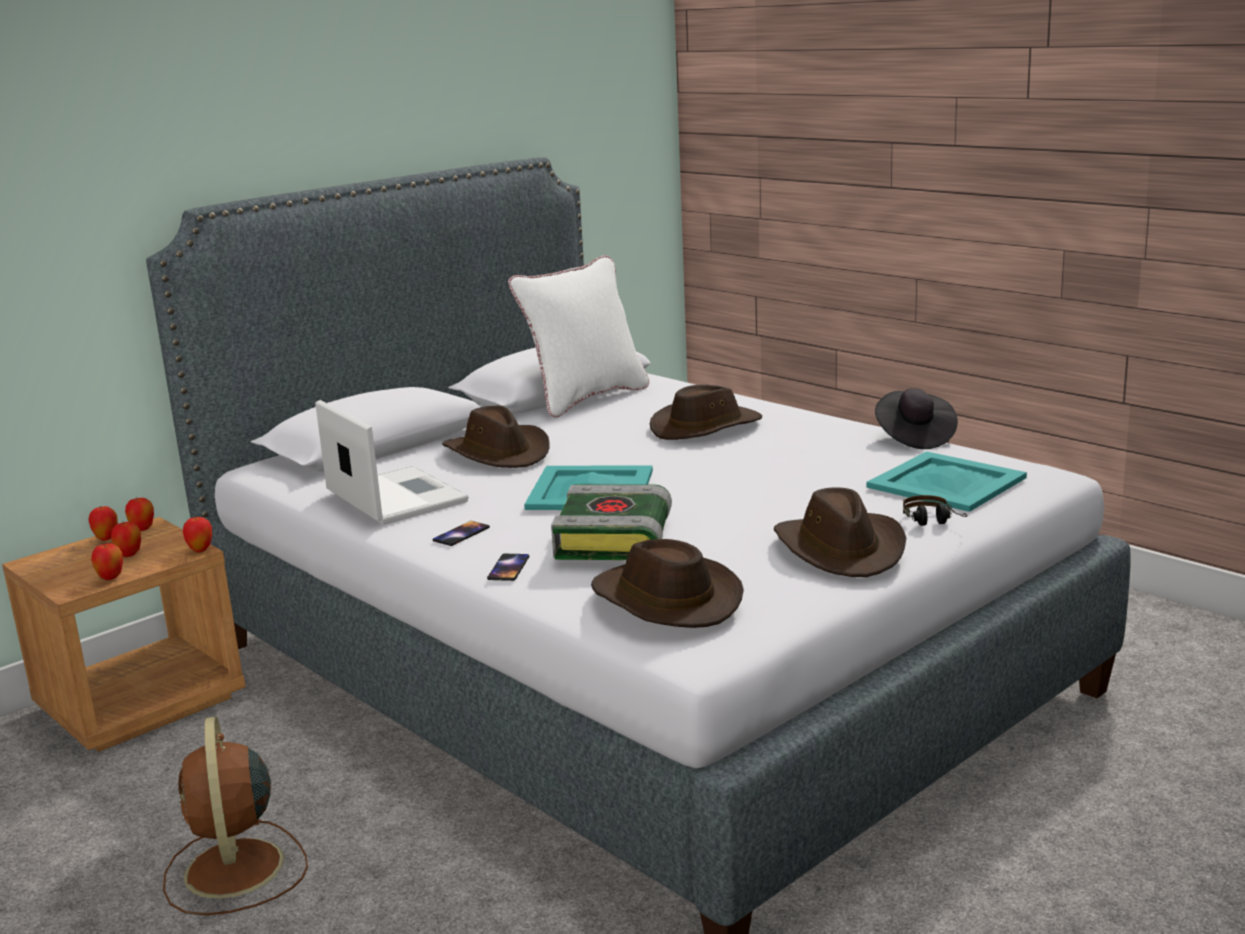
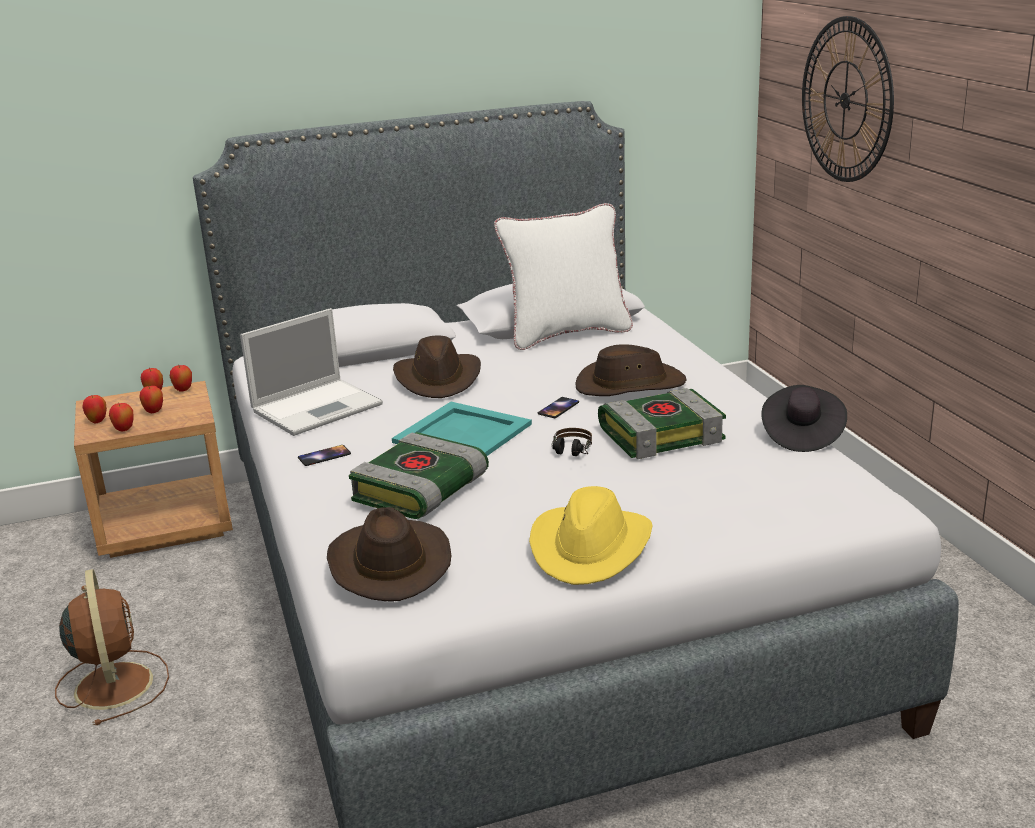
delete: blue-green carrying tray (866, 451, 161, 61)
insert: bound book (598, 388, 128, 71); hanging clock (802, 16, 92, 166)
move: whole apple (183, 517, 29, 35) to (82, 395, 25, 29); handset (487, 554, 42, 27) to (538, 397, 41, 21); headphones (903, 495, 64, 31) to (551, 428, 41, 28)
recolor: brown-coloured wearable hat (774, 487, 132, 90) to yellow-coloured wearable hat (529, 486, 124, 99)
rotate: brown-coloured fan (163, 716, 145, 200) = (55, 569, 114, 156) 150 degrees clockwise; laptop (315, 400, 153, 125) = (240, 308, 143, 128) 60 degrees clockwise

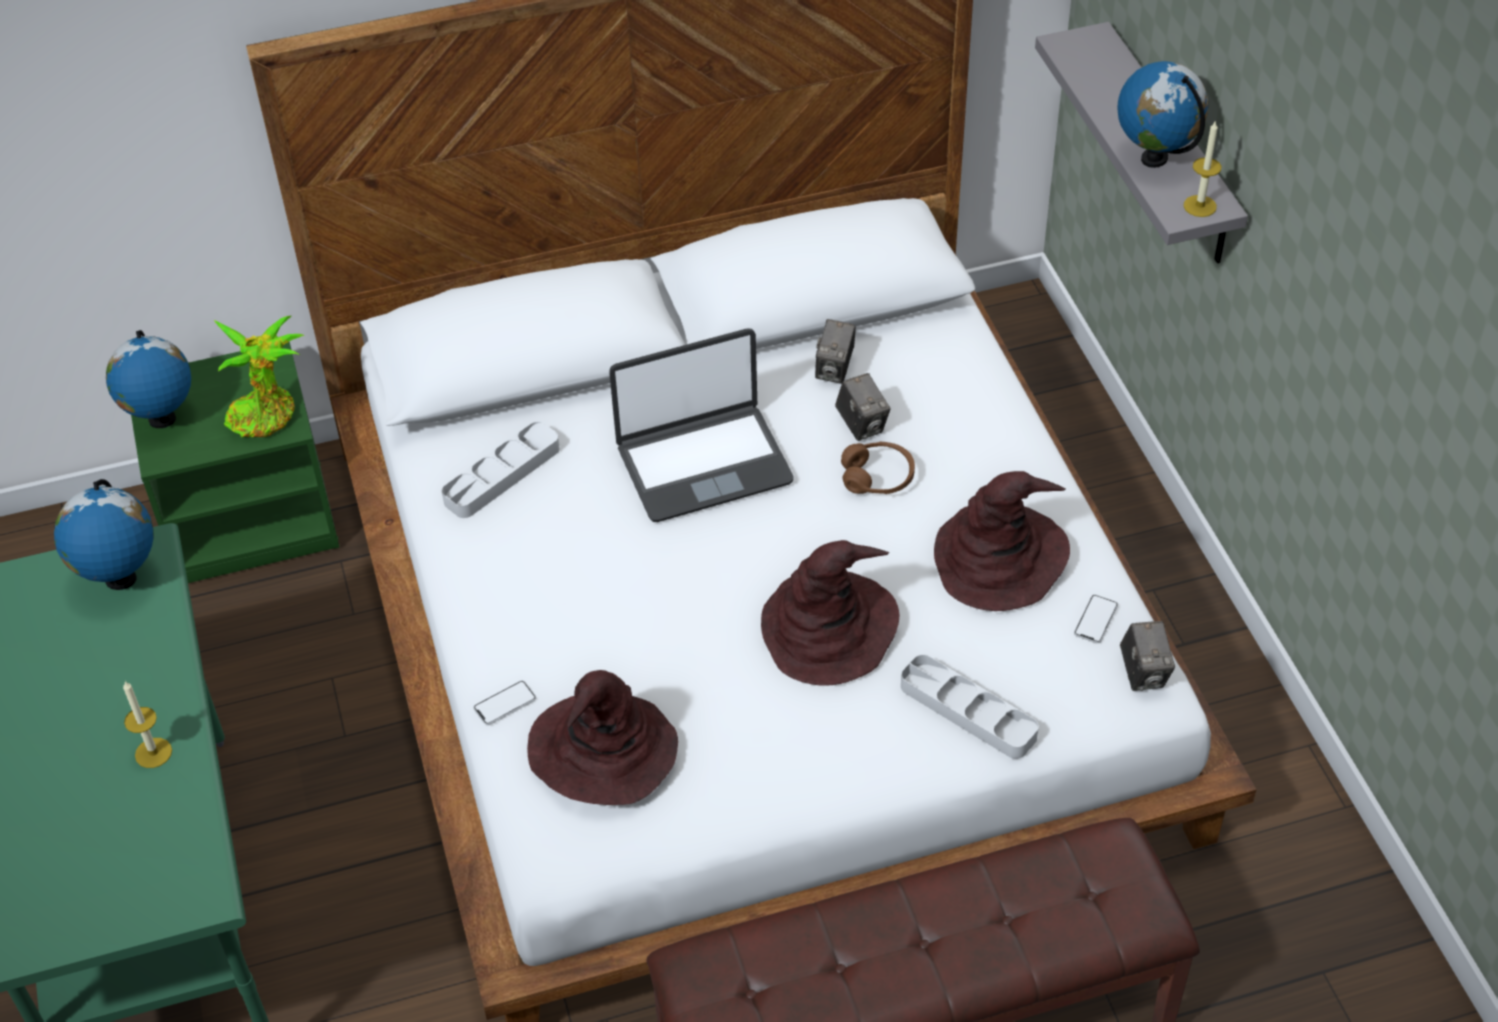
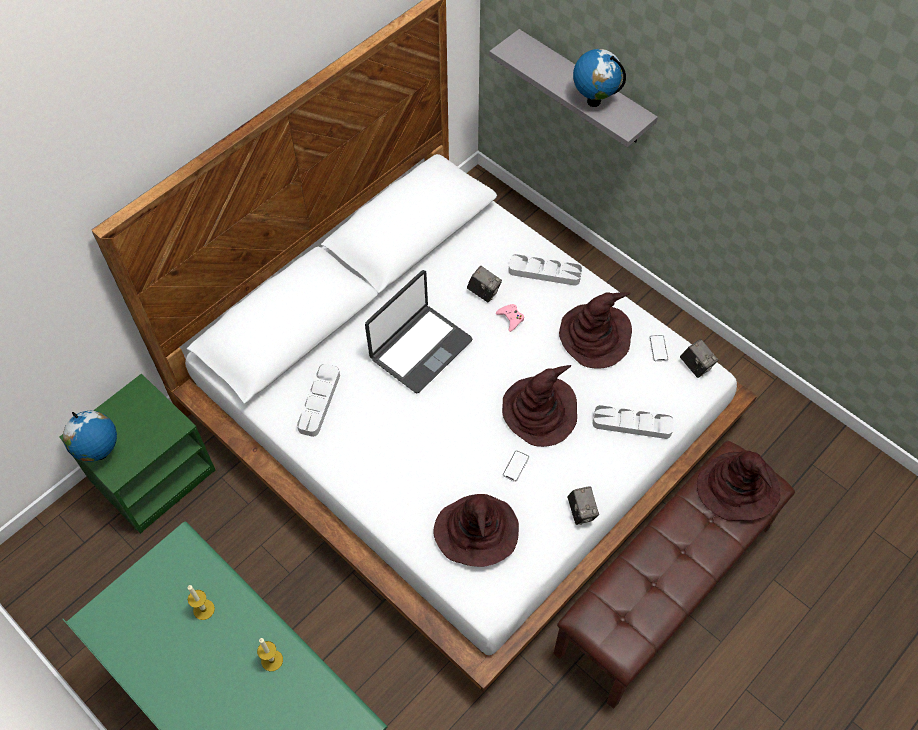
delete: world globe (54, 479, 100, 111); potted plant (214, 316, 90, 121)
insert: gray carrying tray (509, 254, 73, 32); brown-coloured wearable hat (697, 451, 83, 70)
move: candle (1184, 120, 38, 97) to (188, 585, 27, 35); handset (473, 681, 63, 44) to (503, 450, 26, 32); photo camera (815, 319, 41, 65) to (567, 486, 32, 39)
replace: brown-coloured headphones (841, 441, 74, 53) to pink gamepad (496, 304, 28, 28)

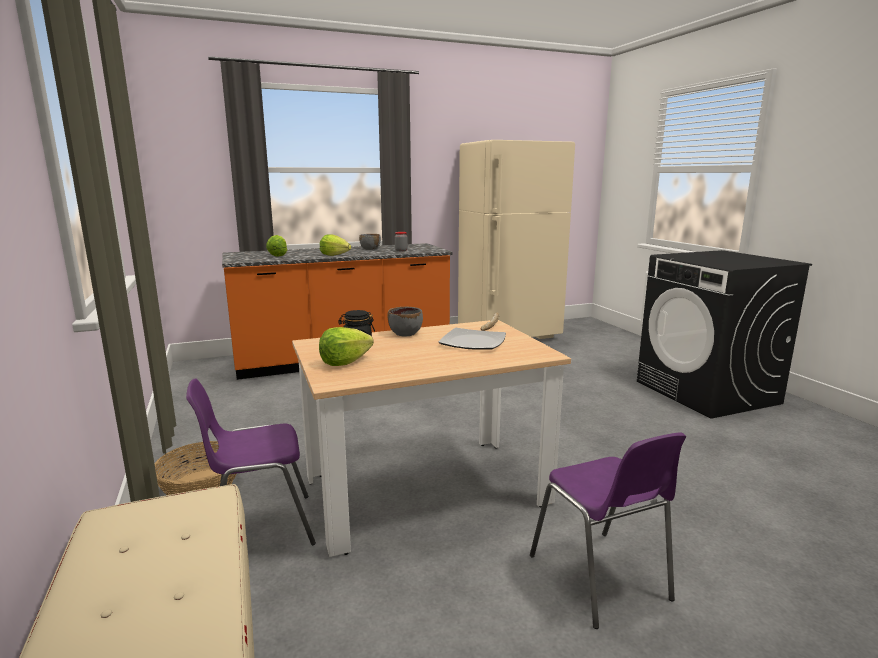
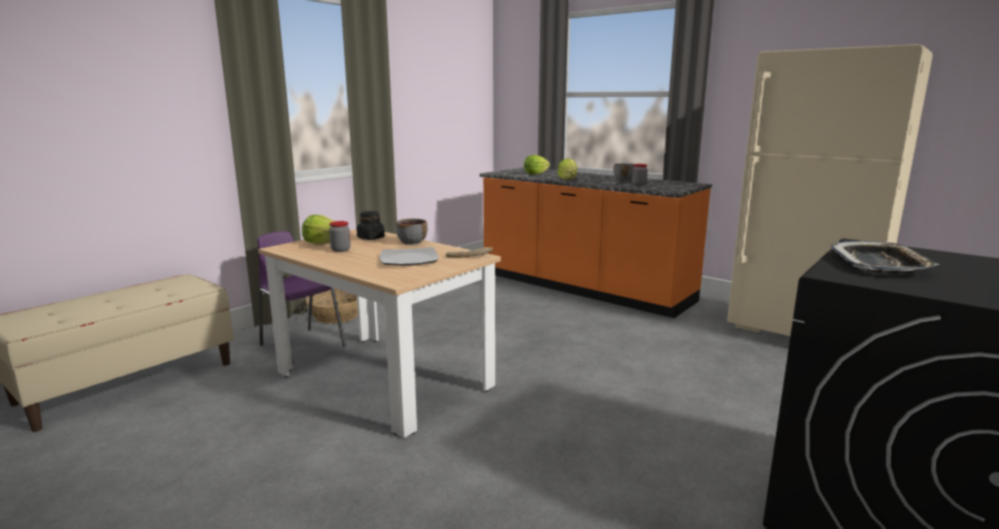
delete: purple-coloured plain chair (530, 432, 156, 197)
insert: jar (329, 221, 22, 31); carrying tray (830, 241, 110, 32)

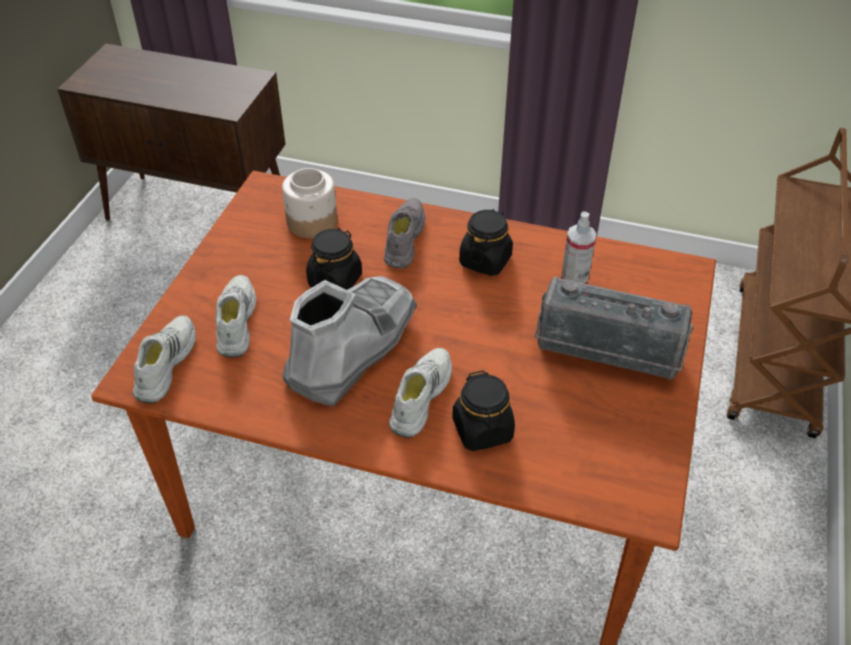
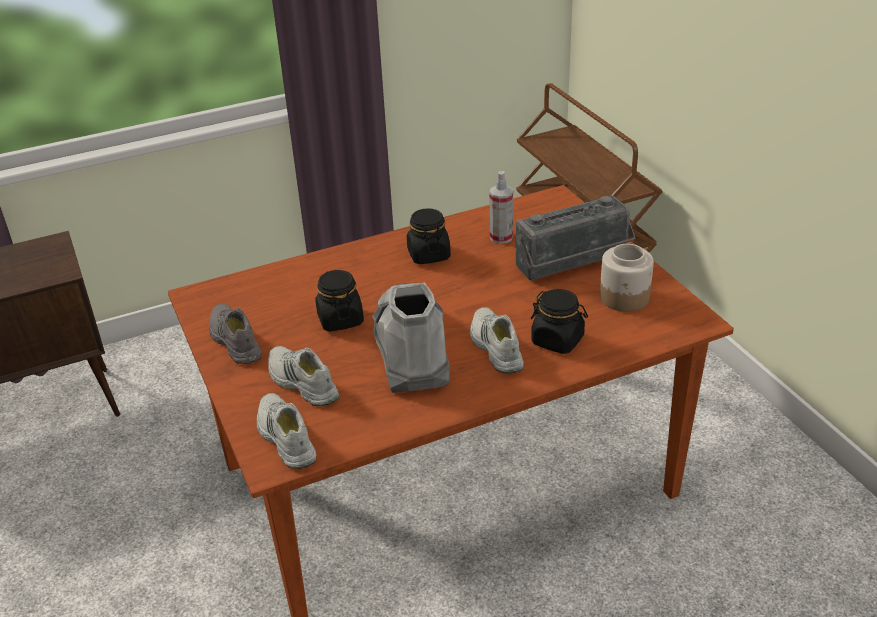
move: gray low shoe (384, 198, 41, 70) to (209, 304, 53, 60); jar (282, 168, 55, 70) to (600, 244, 54, 68)

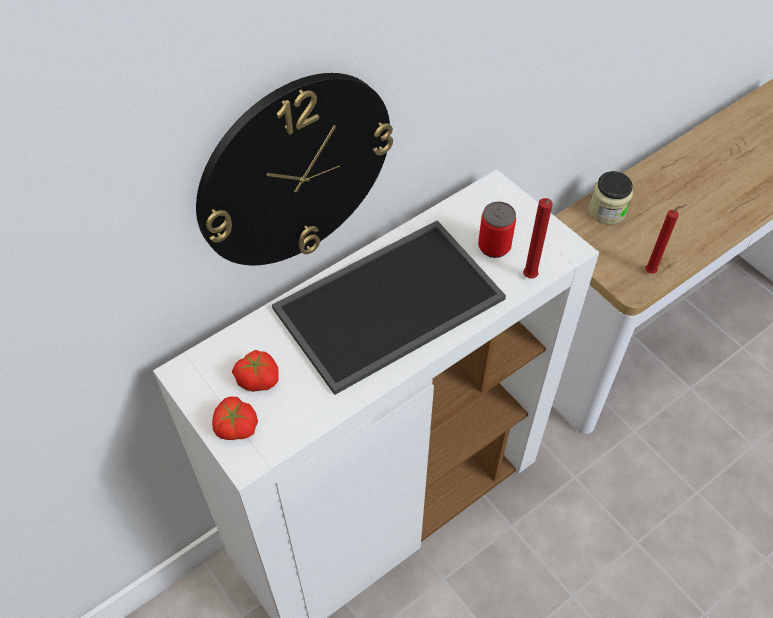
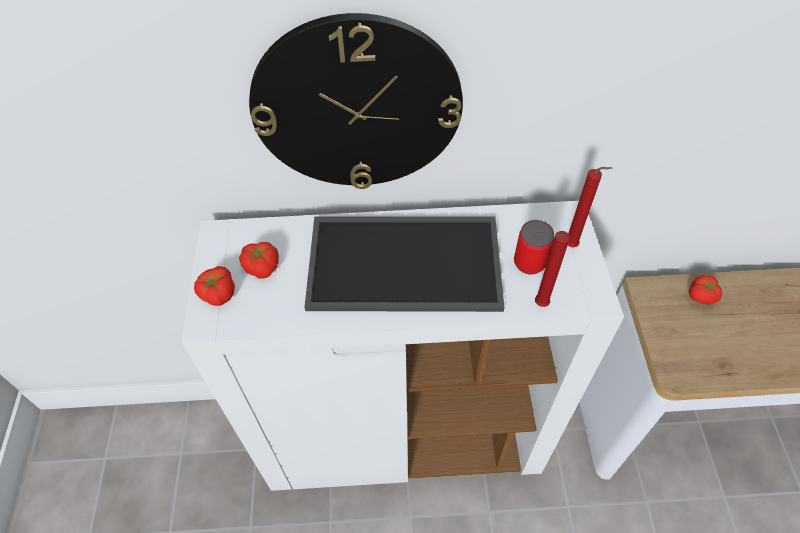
move: red candle (645, 205, 41, 69) to (568, 167, 44, 80)
replace: jar (589, 171, 44, 53) to tomato (689, 275, 33, 29)

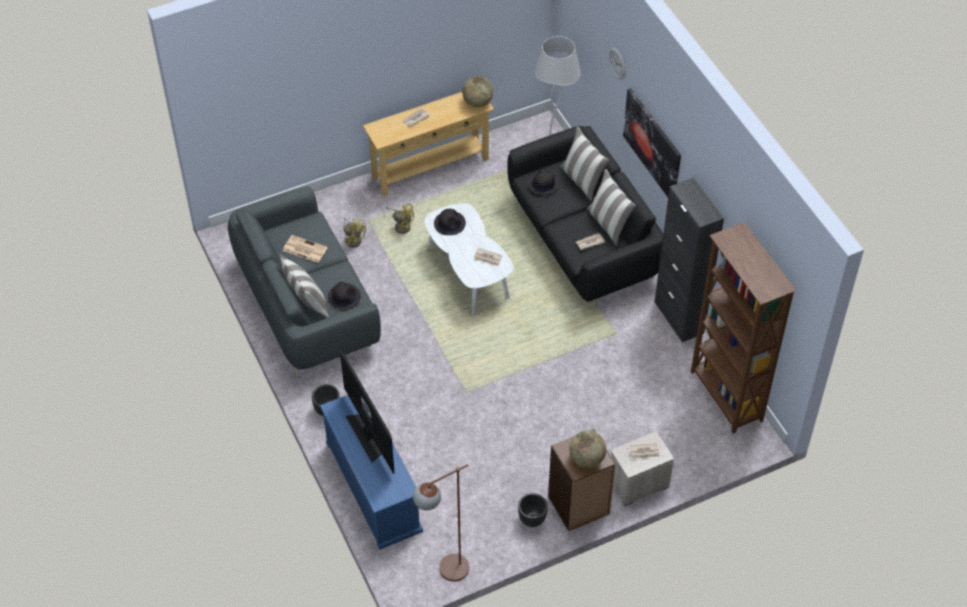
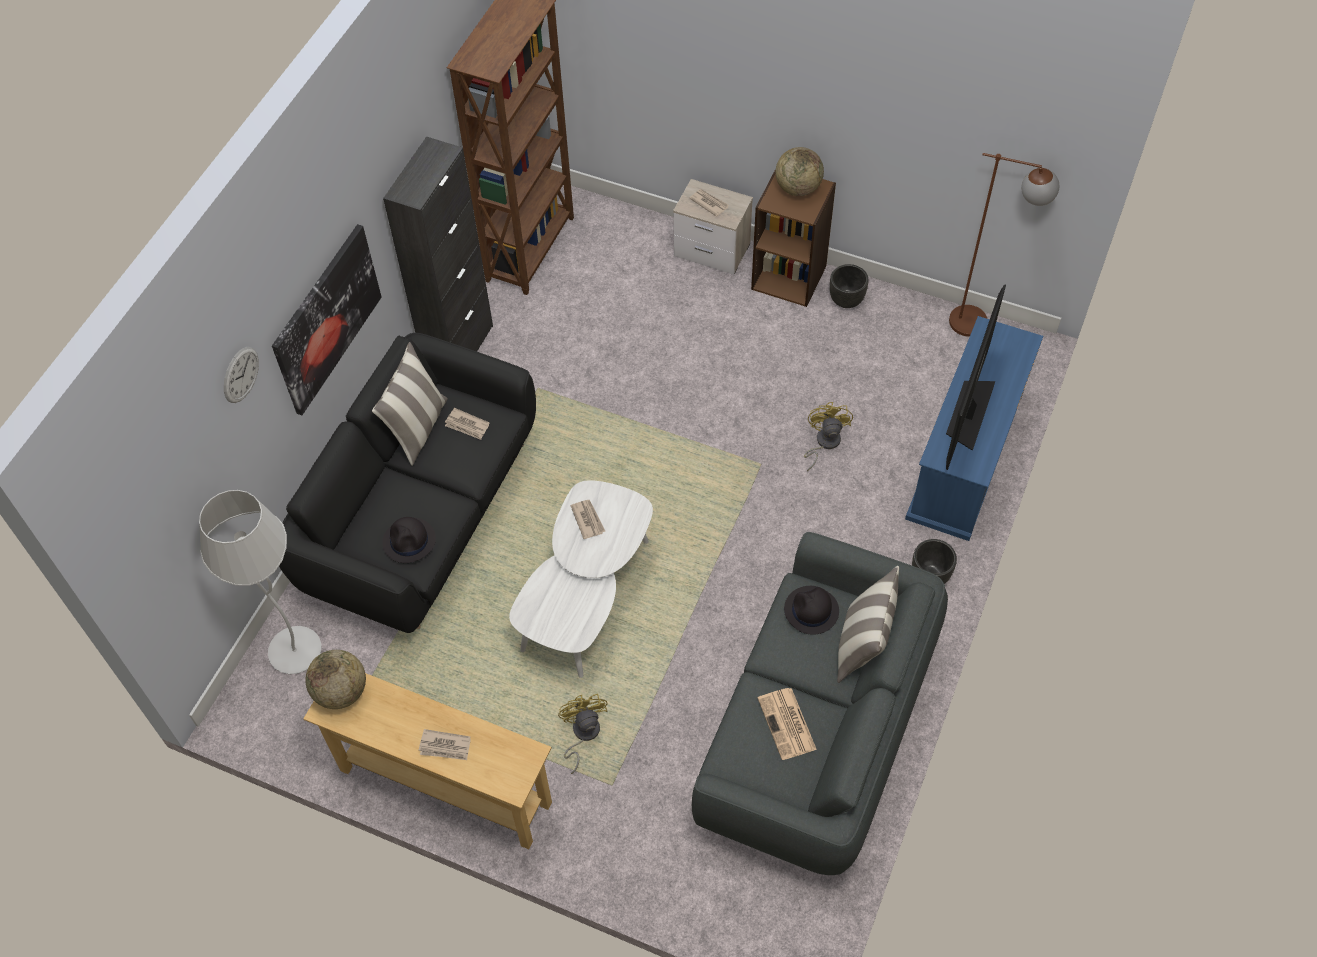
delete: black wearable hat (434, 209, 32, 26); throw pillow (561, 127, 48, 74)
move: yellow-coloured fan (343, 217, 23, 31) to (804, 402, 49, 69)

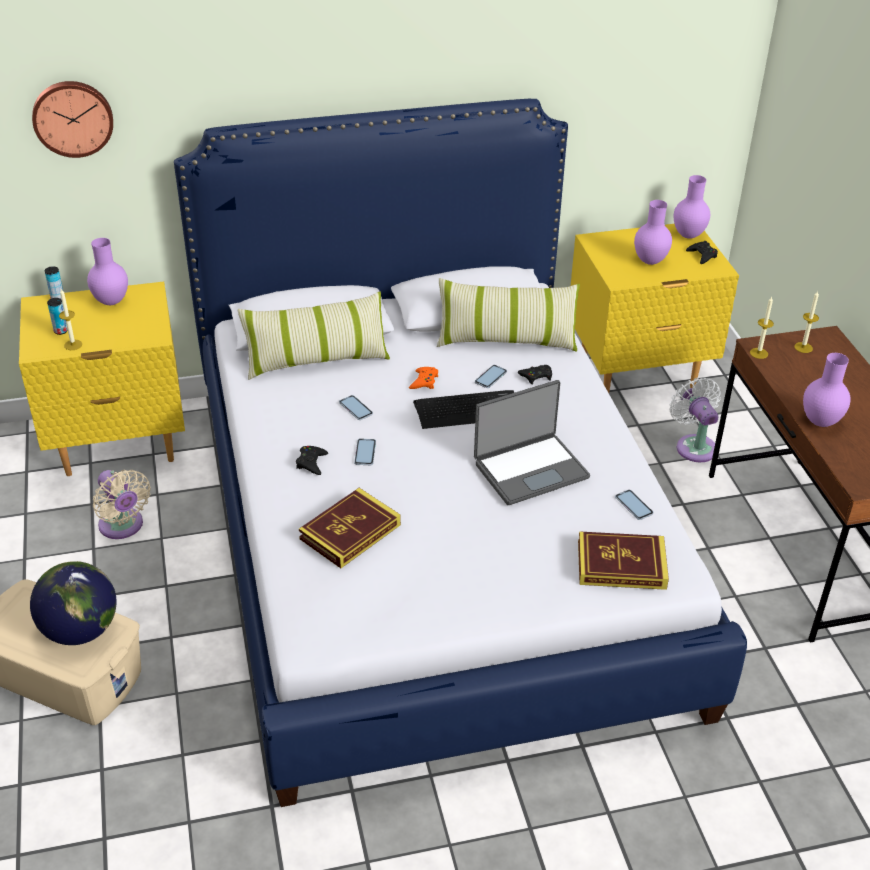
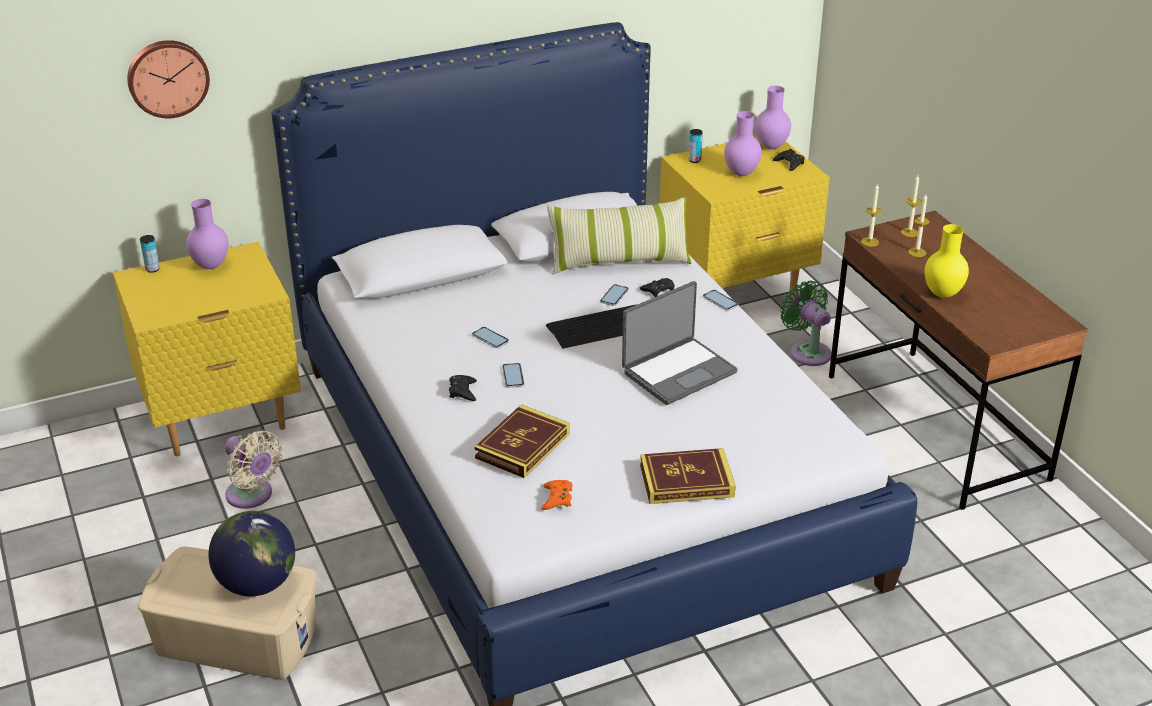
delete: throw pillow (237, 292, 153, 88)
move: orange gamepad (409, 367, 29, 22) to (541, 480, 32, 30); bound book (578, 531, 91, 59) to (640, 448, 96, 56); sealed can (47, 298, 21, 37) to (689, 129, 14, 34); handset (615, 490, 38, 30) to (703, 290, 36, 21); candle (59, 289, 23, 61) to (908, 194, 22, 63)
recolor: white fan (670, 377, 51, 85) to greenish fan (780, 280, 51, 86); purple-coloured decorative vase (803, 353, 48, 74) to yellow-coloured decorative vase (925, 224, 44, 74)

